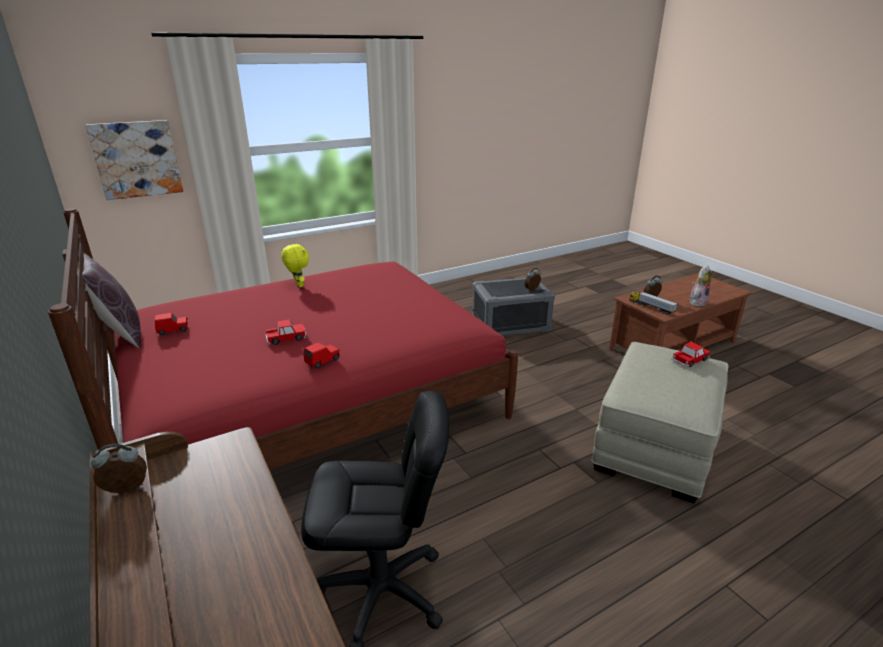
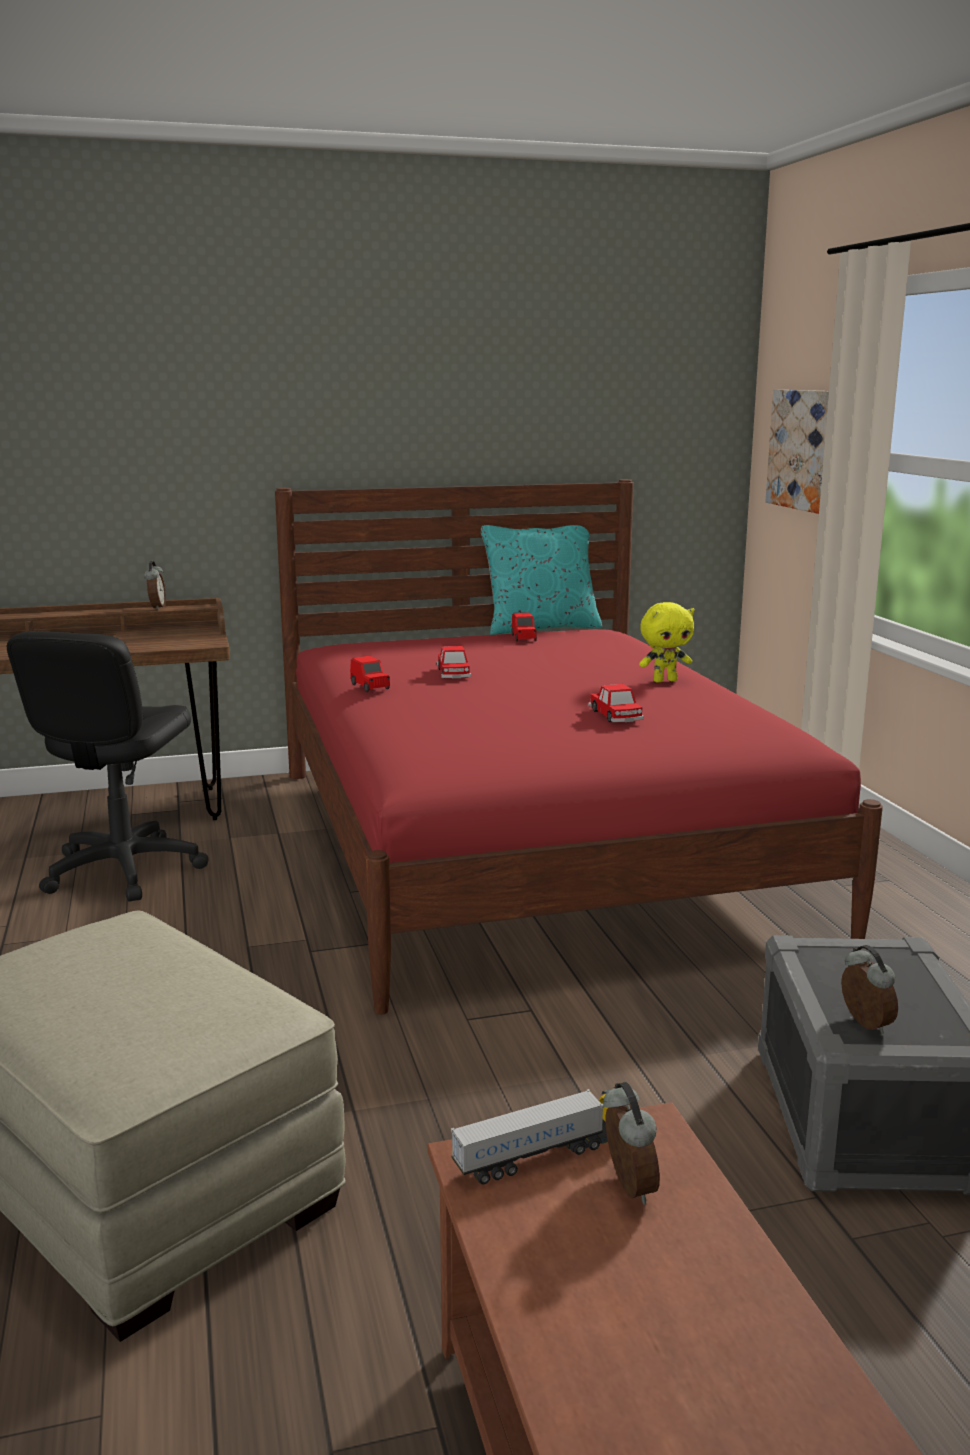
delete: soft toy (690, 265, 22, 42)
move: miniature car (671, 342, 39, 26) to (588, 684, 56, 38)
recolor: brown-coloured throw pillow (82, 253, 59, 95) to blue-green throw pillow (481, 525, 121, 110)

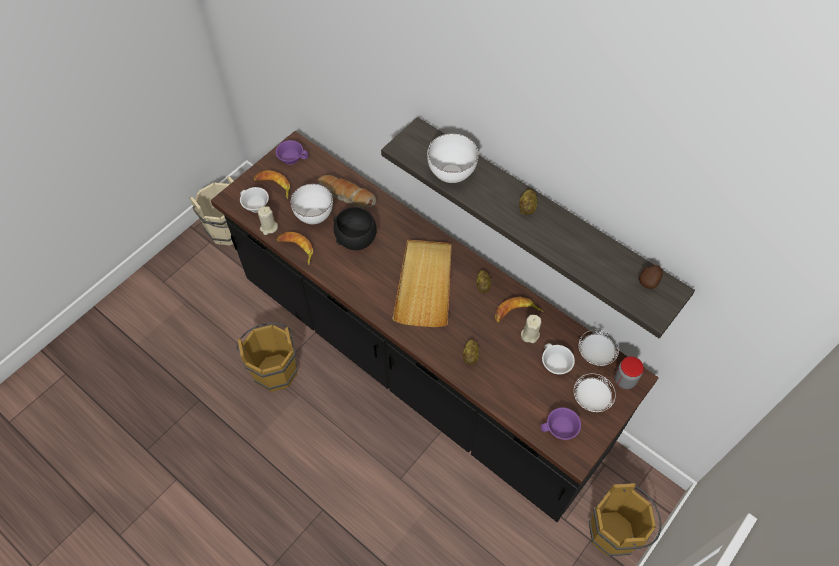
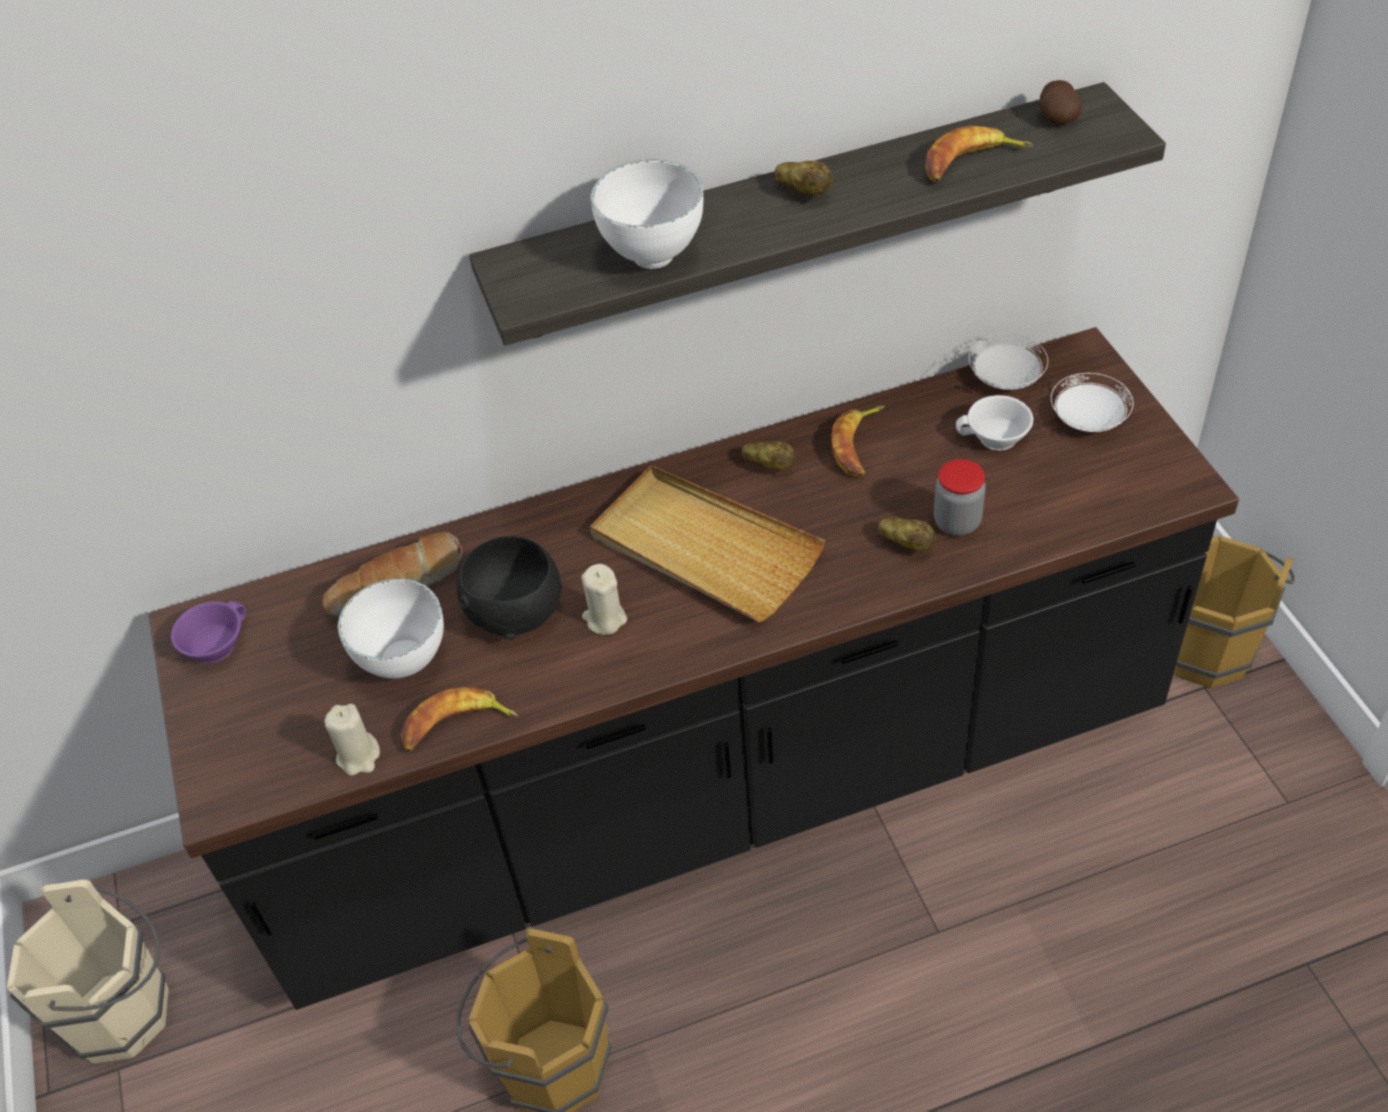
delete: white small cup (240, 187, 29, 25); purple-coloured small cup (541, 407, 40, 33)
move: beige-coloured candle (521, 315, 20, 28) to (581, 564, 46, 71); banana fruit (254, 170, 36, 29) to (925, 126, 109, 56); jar (614, 356, 30, 33) to (934, 459, 52, 77)

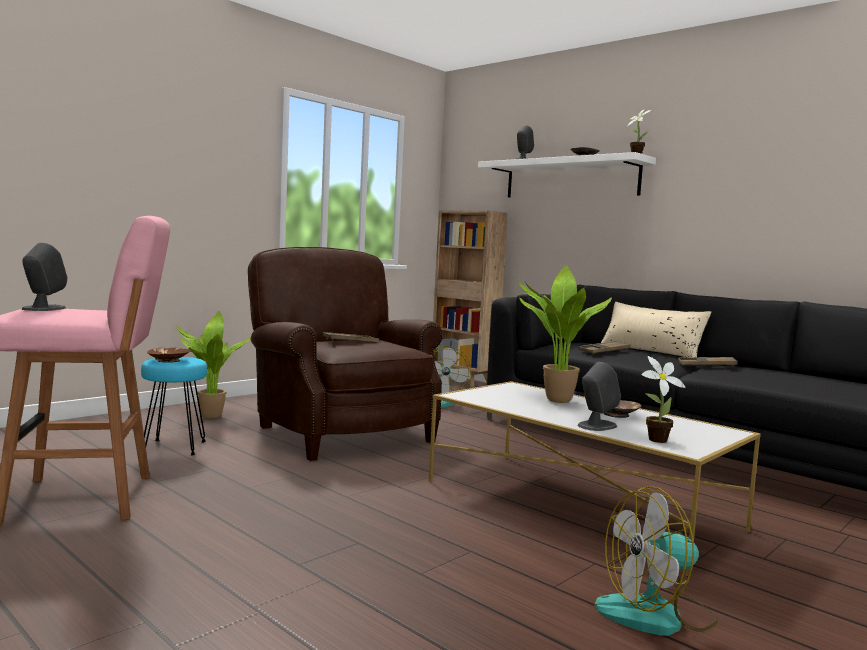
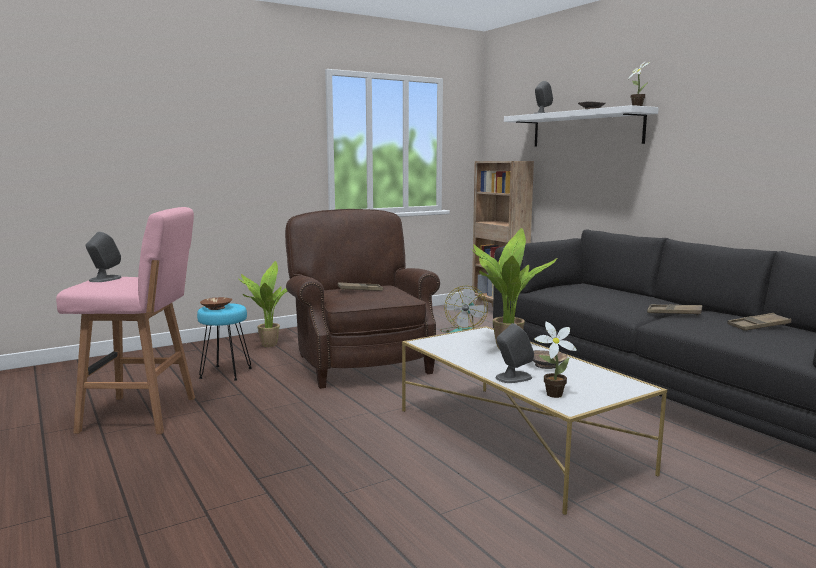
delete: fan (595, 486, 123, 150); beige-coloured throw pillow (601, 302, 110, 55)
move: brown-coloured carrying tray (579, 341, 52, 13) to (728, 313, 63, 18)

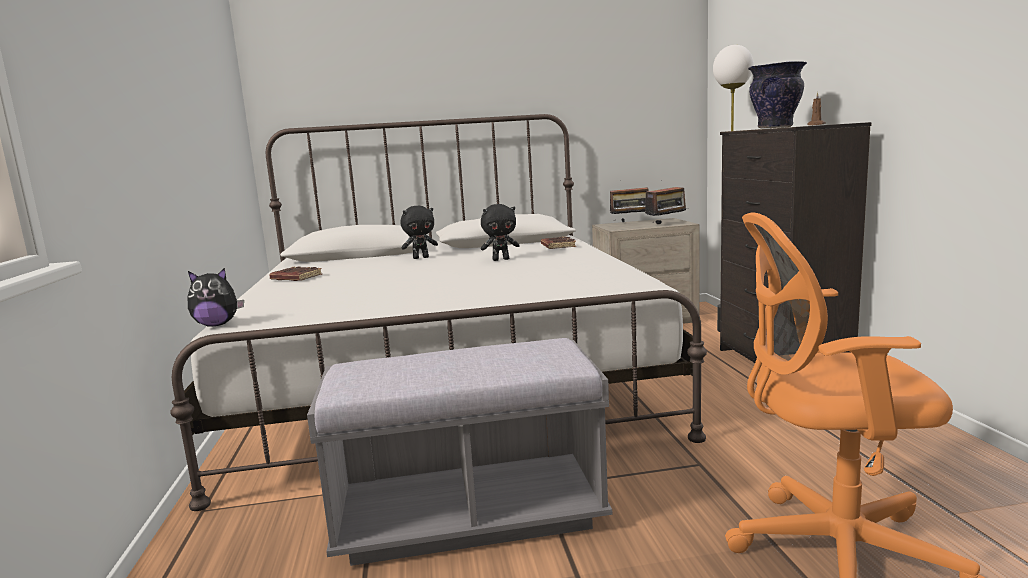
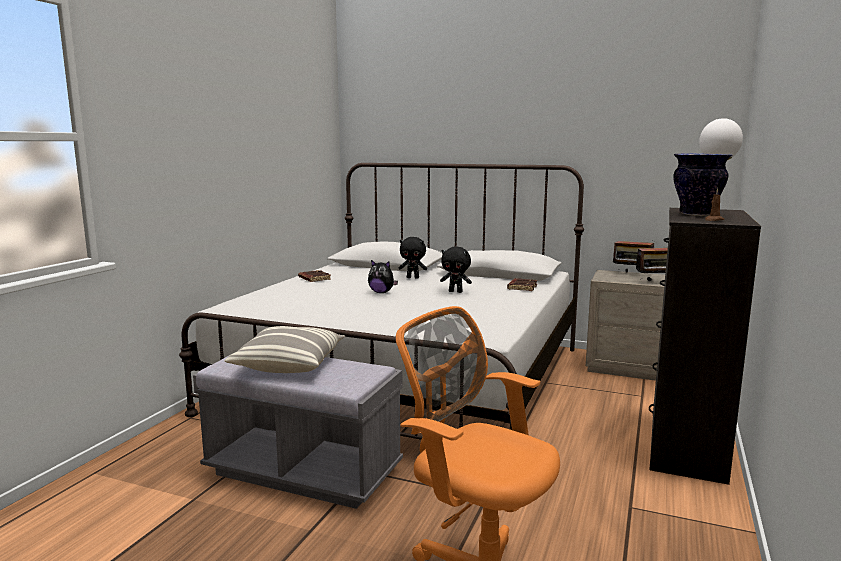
insert: throw pillow (225, 326, 120, 47)
move: soft toy (188, 268, 56, 59) to (368, 260, 30, 33)

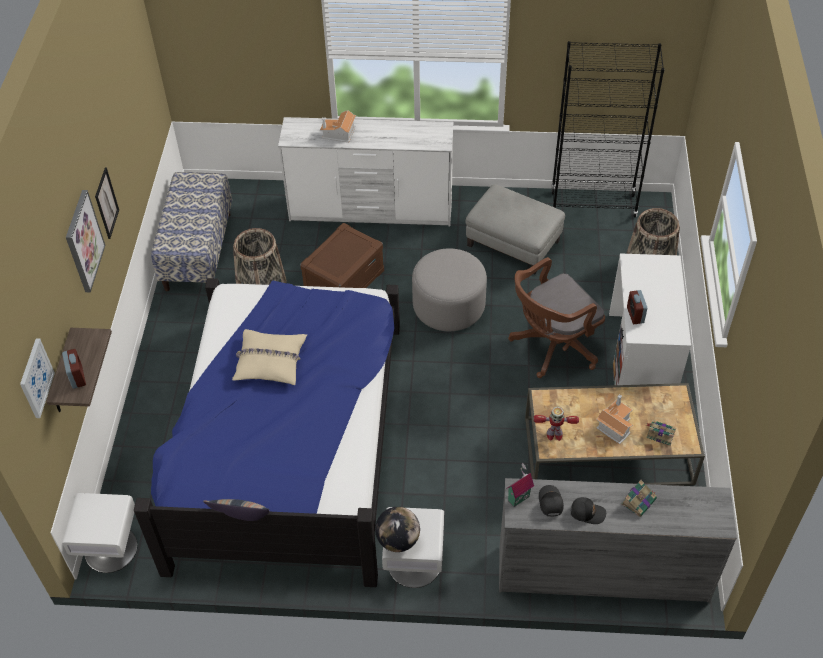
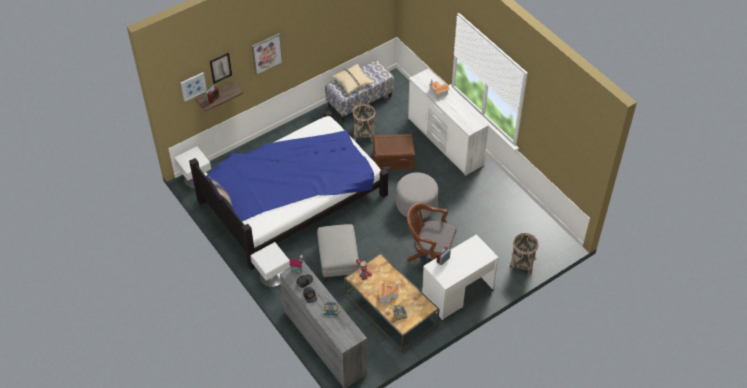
delete: world globe (375, 507, 45, 45); black bookcase (551, 41, 114, 176)
move: wall art (95, 168, 24, 71) to (210, 53, 22, 31); gray ottoman (465, 184, 100, 91) to (317, 224, 42, 57); beige-coloured throw pillow (232, 329, 75, 56) to (332, 64, 42, 30)

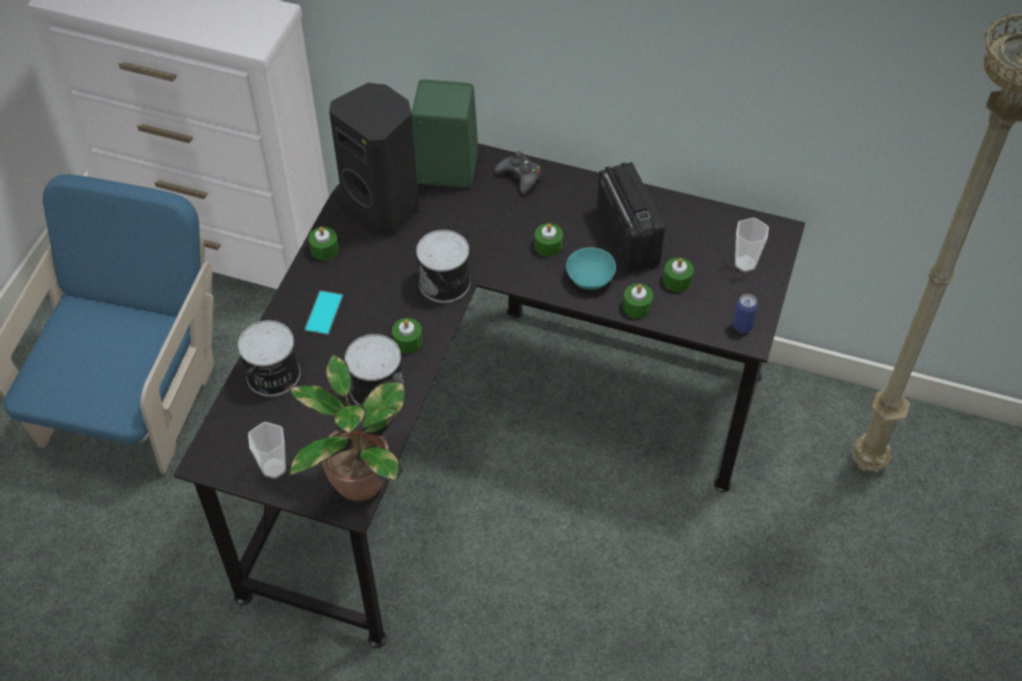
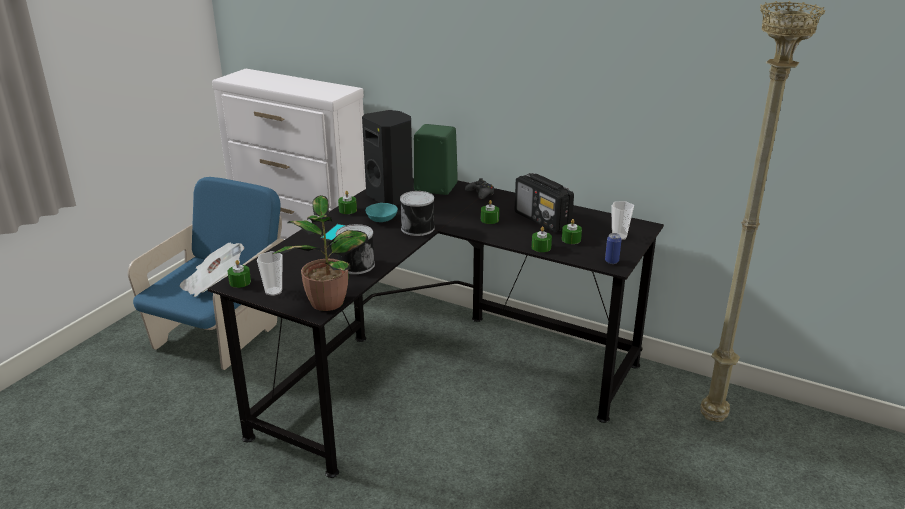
delete: sealed can (238, 320, 63, 77)
insert: printed paper (180, 242, 64, 55)
move: greenish candle (392, 318, 31, 35) to (228, 260, 23, 28); blue-green bowl (566, 247, 50, 43) to (365, 203, 33, 19)
rotate: radio (597, 162, 68, 110) = (515, 173, 59, 59) 150 degrees clockwise

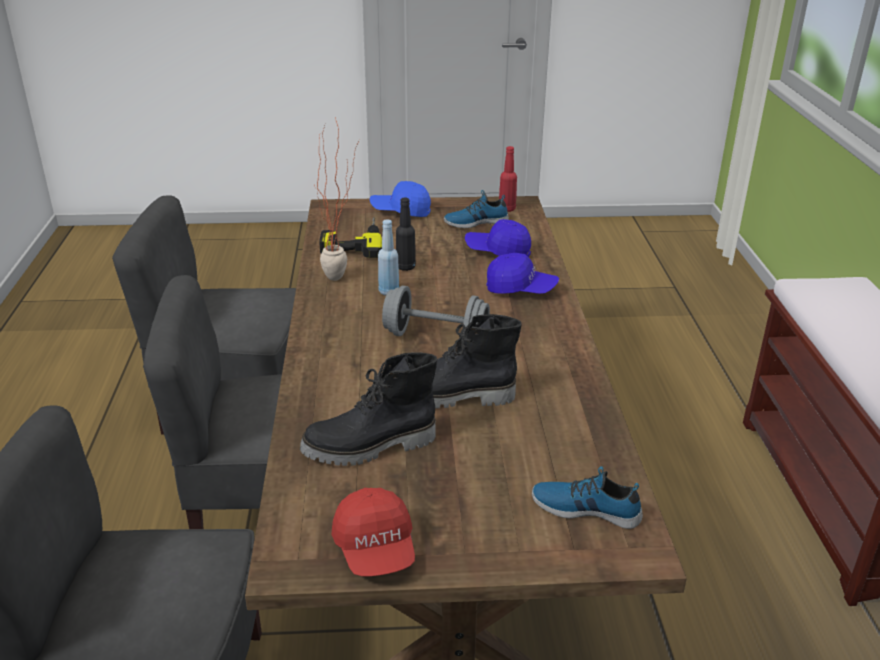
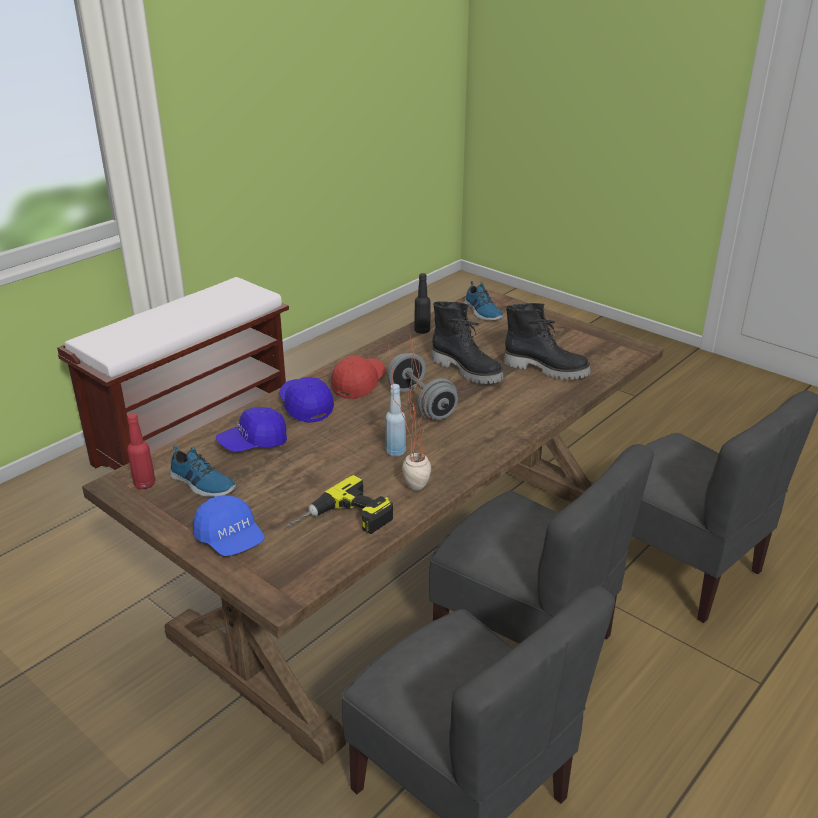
move: red peaked cap (331, 488, 84, 88) to (331, 356, 55, 43); black beverage bottle (396, 198, 20, 73) to (414, 273, 17, 61)
rotate: blue-coloured peaked cap (465, 219, 66, 38) = (216, 407, 71, 45) 90 degrees clockwise

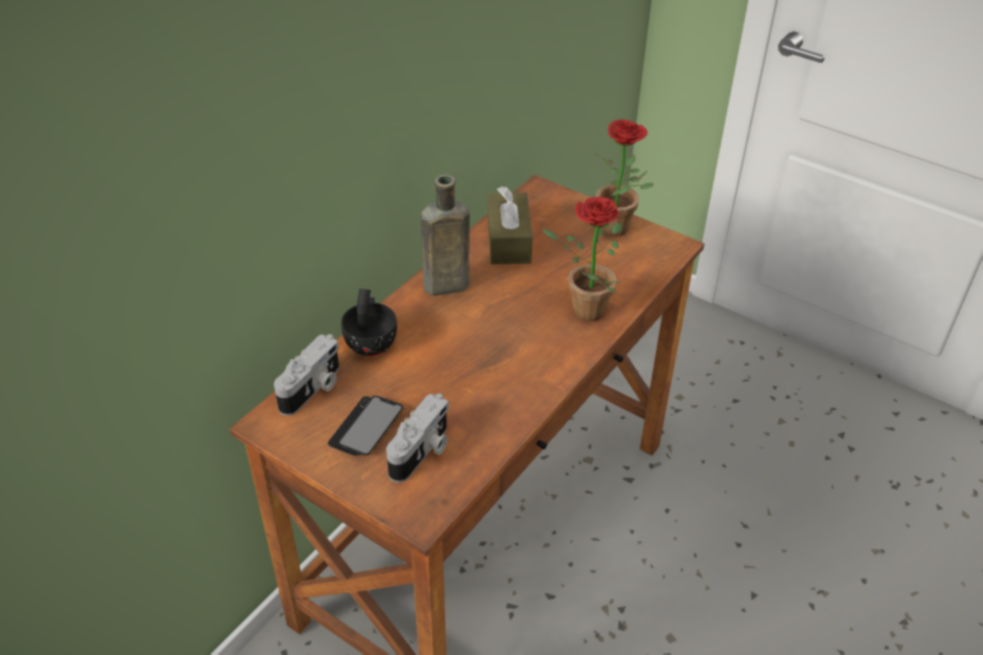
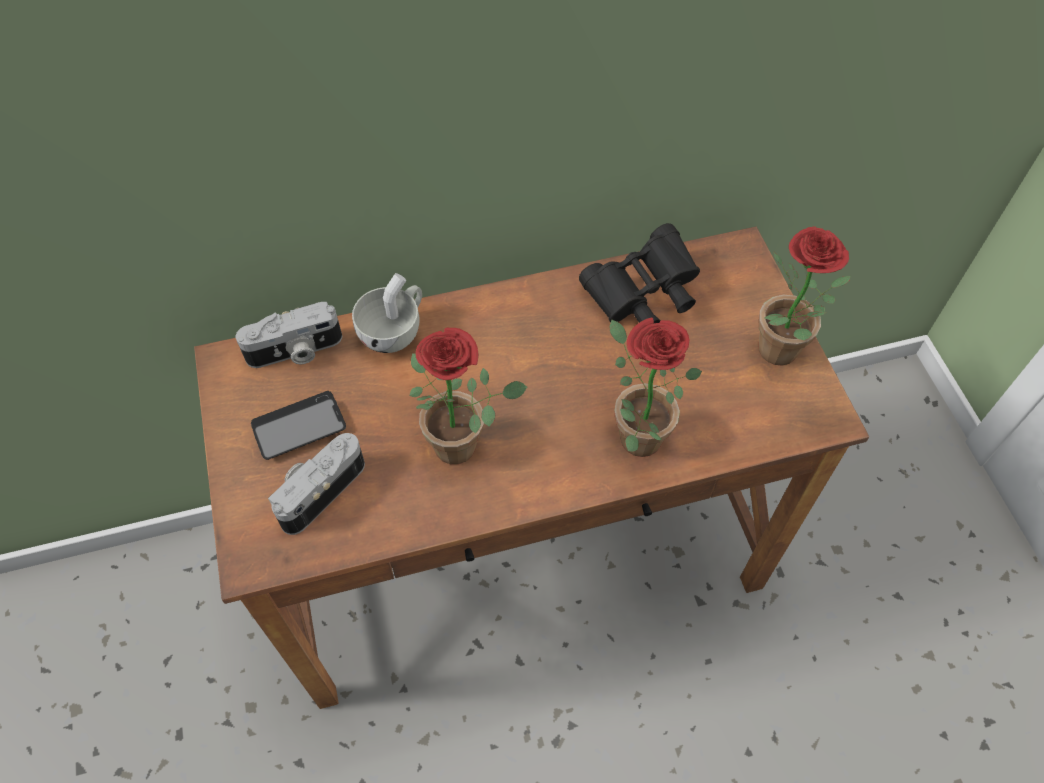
delete: brown-coloured beverage bottle (421, 174, 49, 122)
insert: potted plant (410, 328, 117, 136)
replace: brown-coloured box of tissues (488, 186, 45, 78) to black field glasses (579, 223, 121, 100)
recolor: black small cup (341, 289, 56, 67) to white small cup (352, 273, 70, 80)
rotate: photo camera (386, 393, 63, 89) = (268, 433, 97, 102) 150 degrees clockwise

